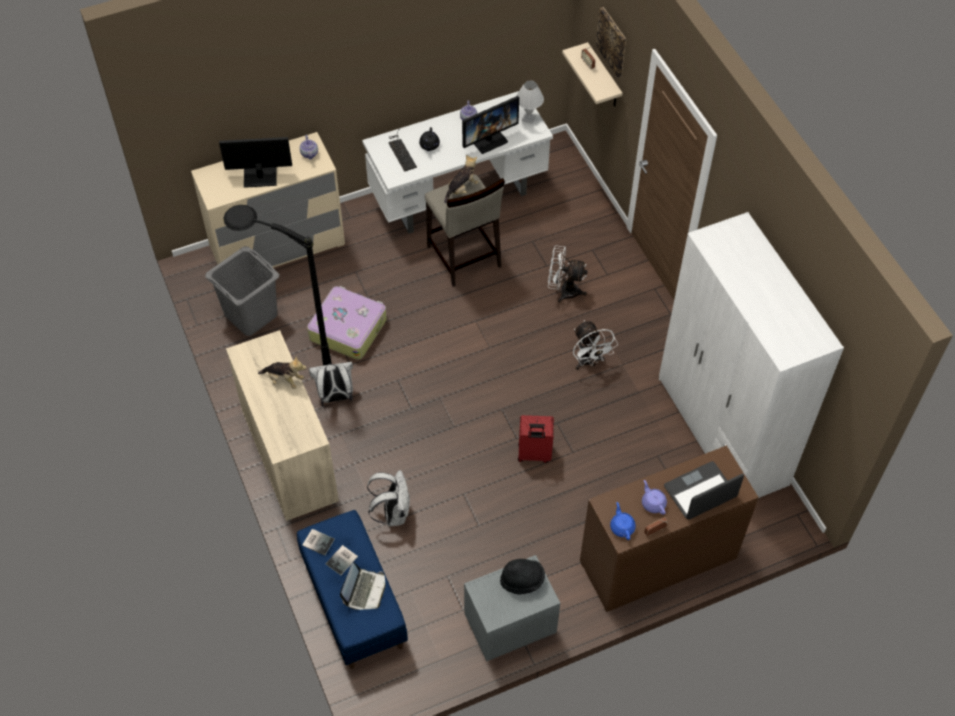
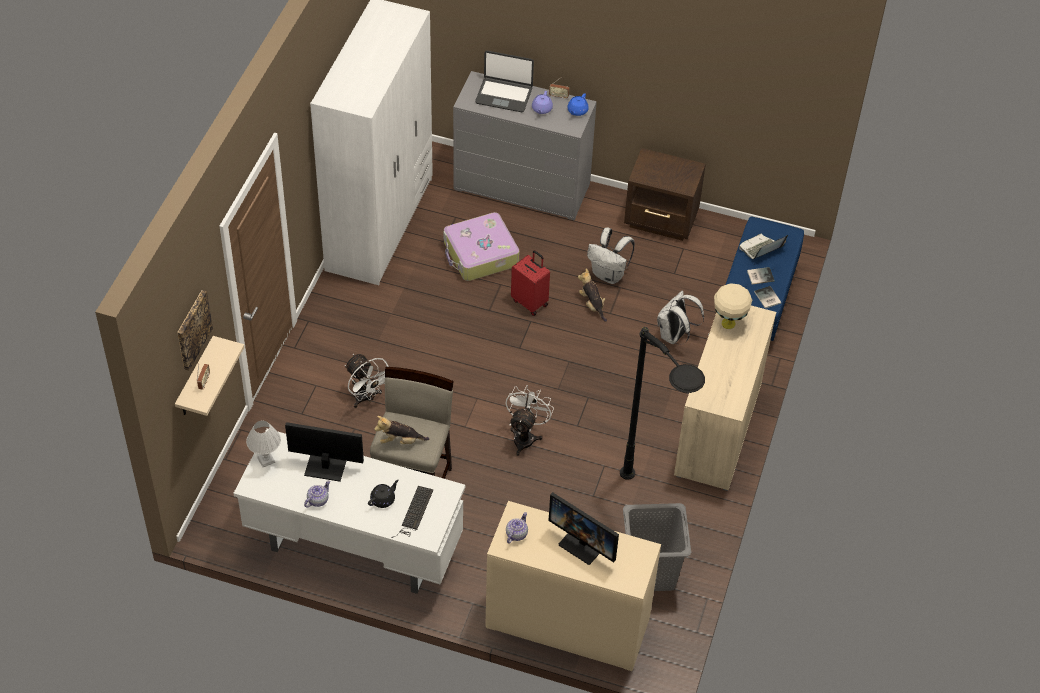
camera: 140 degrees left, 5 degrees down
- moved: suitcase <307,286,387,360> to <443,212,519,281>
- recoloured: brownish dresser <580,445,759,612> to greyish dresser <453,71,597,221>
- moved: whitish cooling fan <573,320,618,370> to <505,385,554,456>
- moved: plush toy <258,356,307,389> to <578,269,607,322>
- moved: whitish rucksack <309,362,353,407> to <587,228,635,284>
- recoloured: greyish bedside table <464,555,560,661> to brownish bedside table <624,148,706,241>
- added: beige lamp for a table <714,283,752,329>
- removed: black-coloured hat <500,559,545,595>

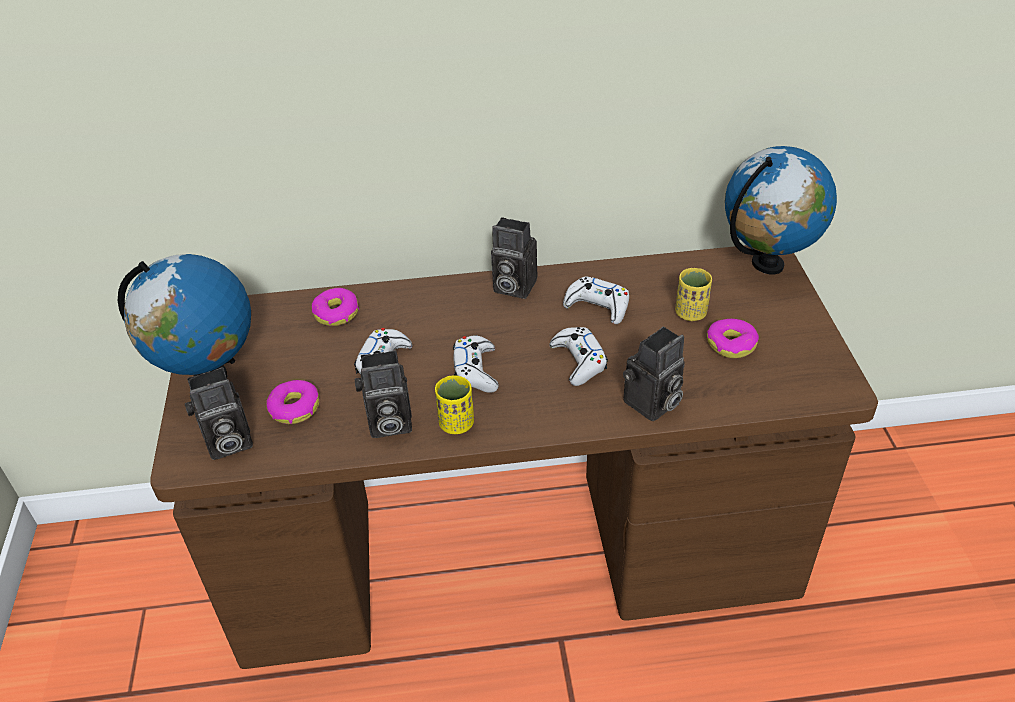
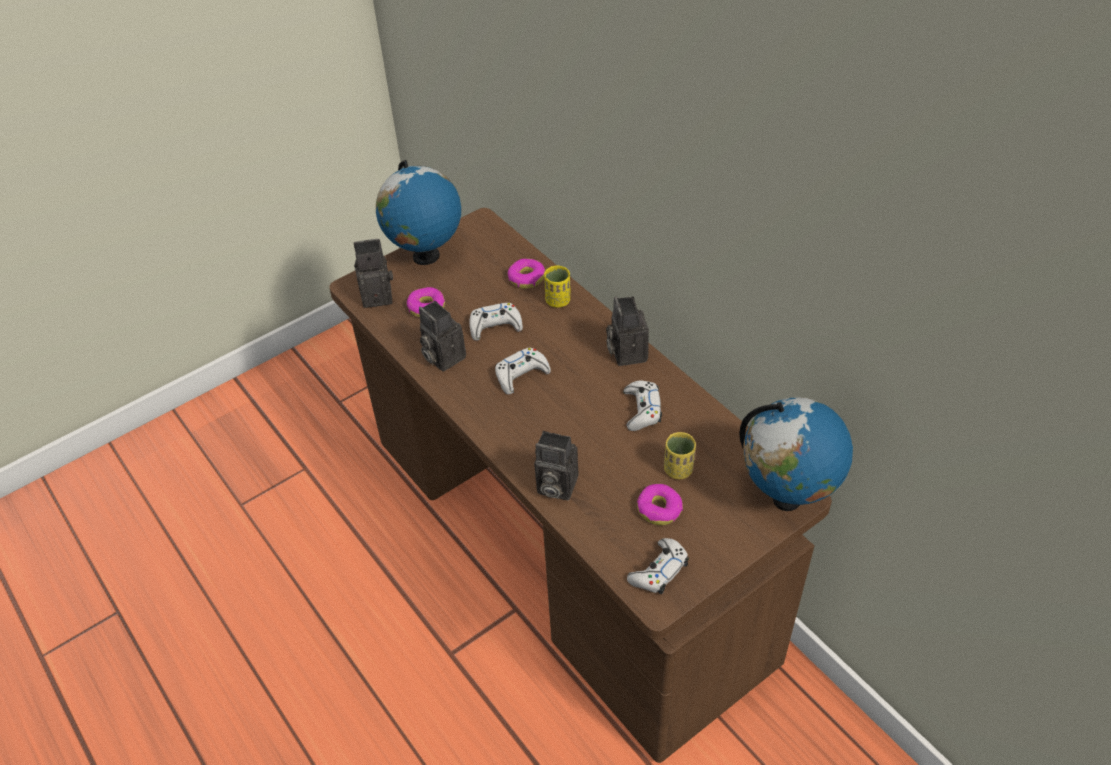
camera: 60 degrees right, 5 degrees up
- turned: still camera <185,367,253,460> = <354,239,393,308> 135 degrees clockwise
- moved: yellow-coloured drinking cup <435,376,474,434> to <544,266,570,308>
- moved: whitish gamepad <550,327,608,386> to <627,538,689,594>

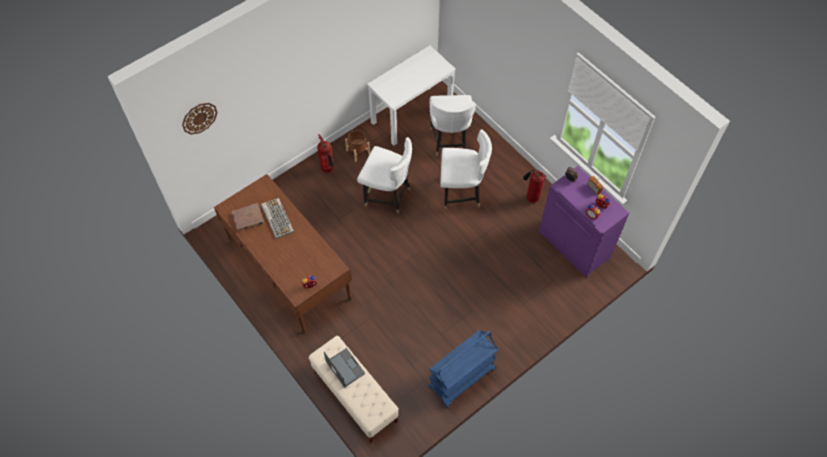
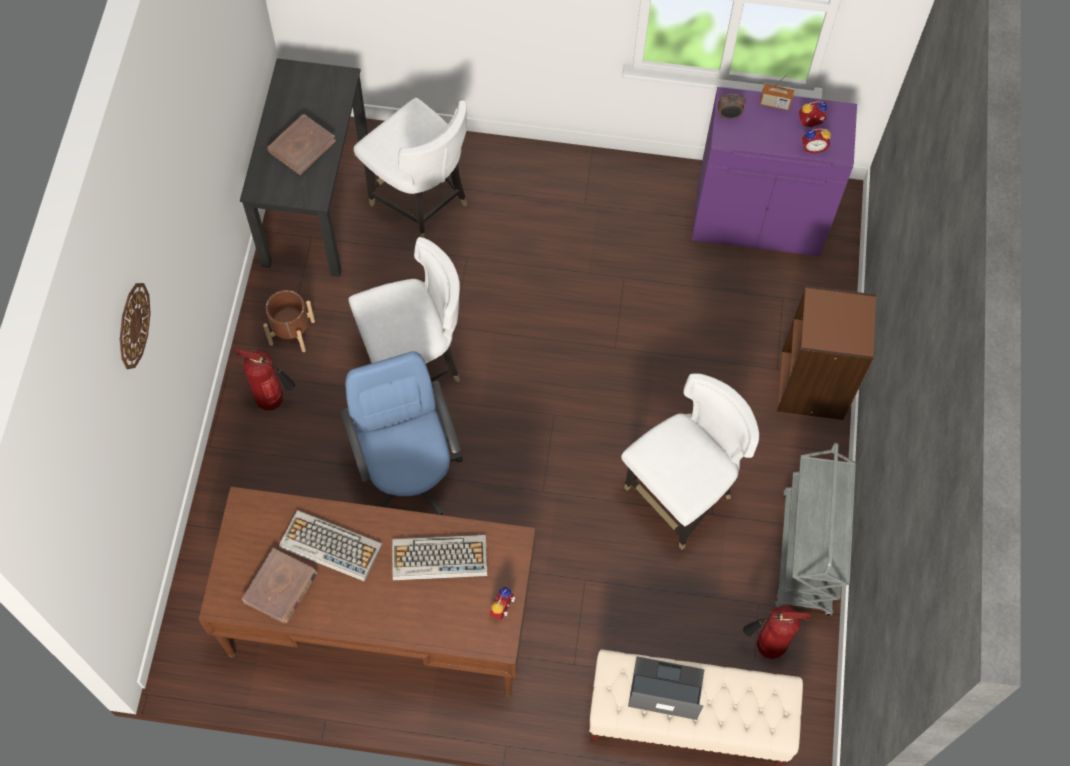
camera: 45 degrees left, 5 degrees up
- moved: hanging clock <182,103,218,135> to <120,283,151,369>
- recoloured: whitish desk unit <367,45,456,146> to black-coloured desk unit <240,58,368,277>
- added: brownish book <267,114,336,175>
- added: bluish desk chair <340,351,463,515>
- added: computer keyboard <392,535,487,580>
- moved: whitish upright chair <440,130,492,209> to <621,373,759,550>
- moved: fire-fighting cylinder <523,170,547,203> to <743,605,811,659>
- recoloured: bluish wheeled cart <428,330,498,408> to greyish wheeled cart <775,443,856,616>
- added: brownish bookcase <777,286,877,420>

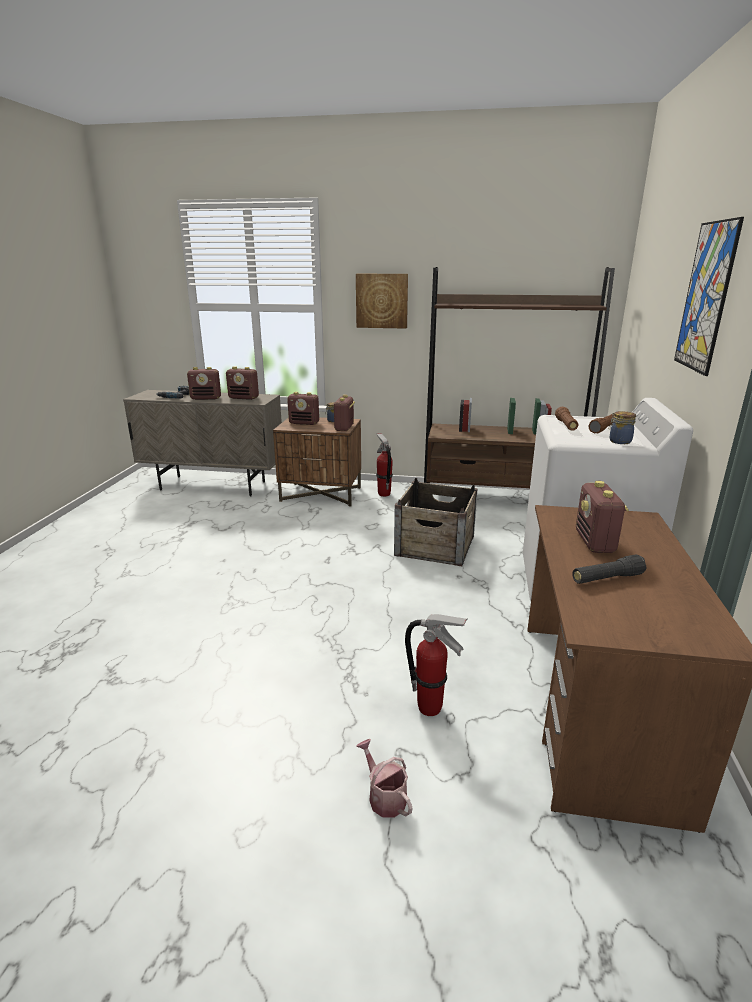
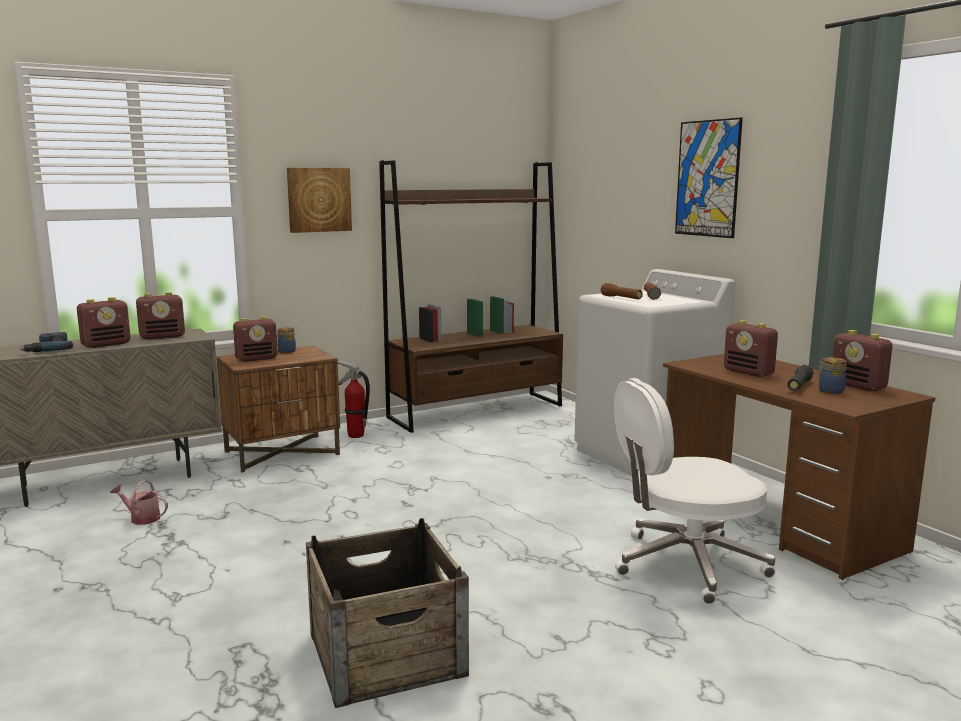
camera: 40 degrees left, 10 degrees down
- moved: watering can <356,739,412,818> to <110,480,168,525>
- moved: packing crate <394,478,478,566> to <306,518,469,708>
- replaced: fire-fighting cylinder <405,614,468,716> to whitish desk chair <614,378,775,604>
- moved: jar <609,411,636,444> to <817,357,847,394>
- moved: radio receiver <334,395,355,431> to <833,330,892,391>

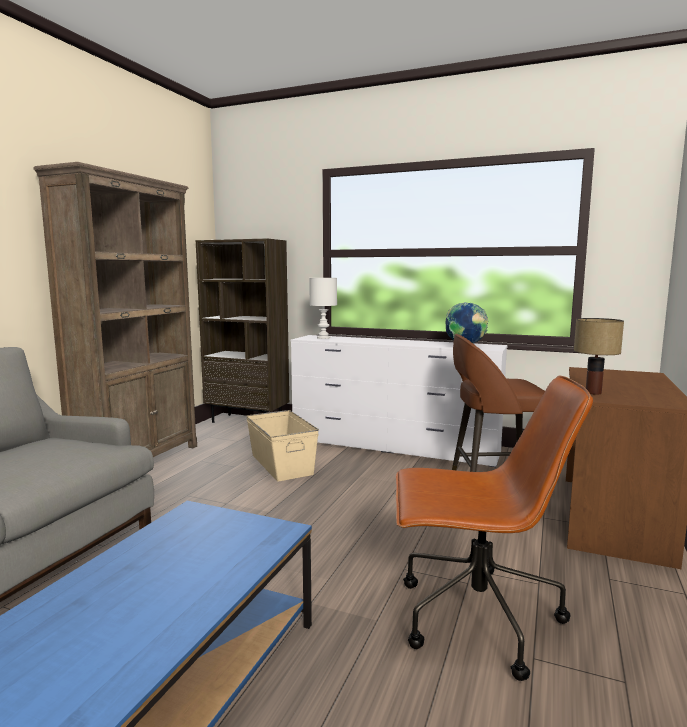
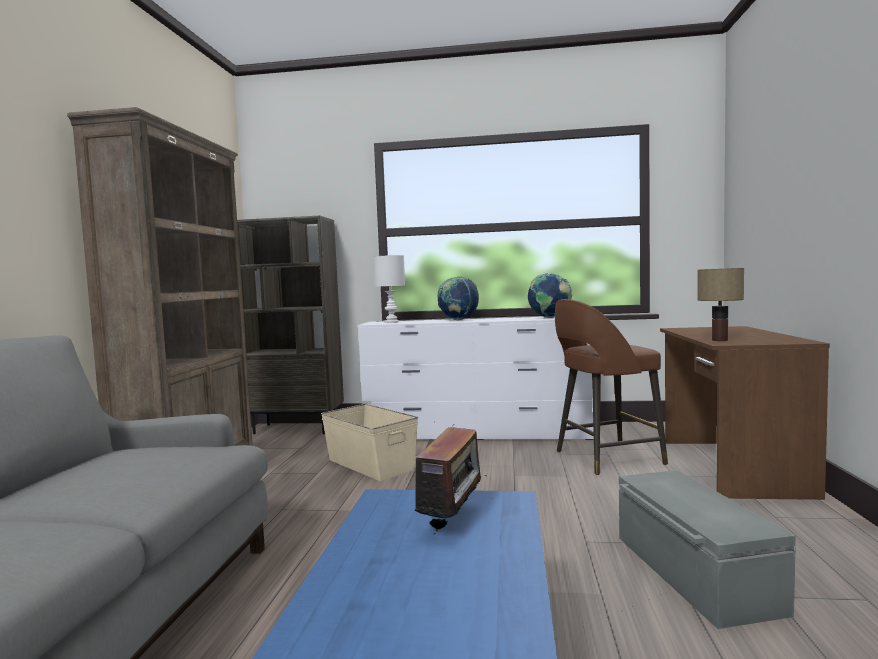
camera: 15 degrees left, 5 degrees down
- added: radio receiver <406,424,486,535>
- added: desk globe <437,276,479,320>
- replaced: brownish desk chair <396,376,593,681> to greyish storage container <619,470,796,629>

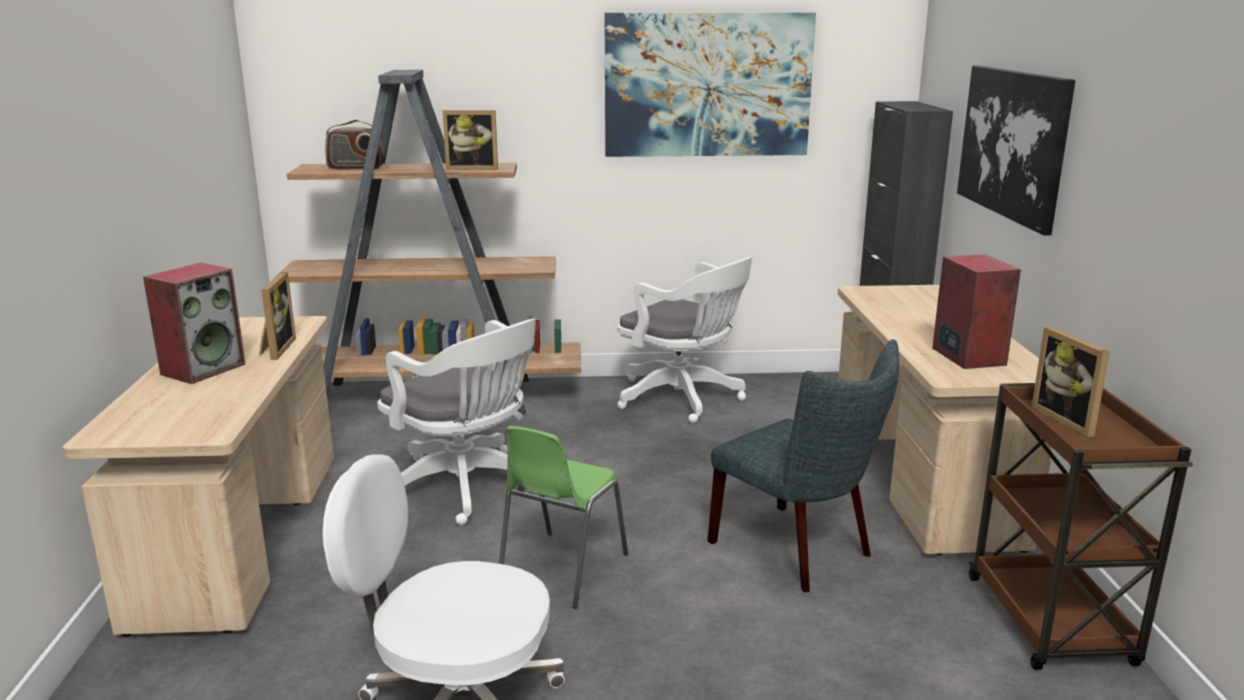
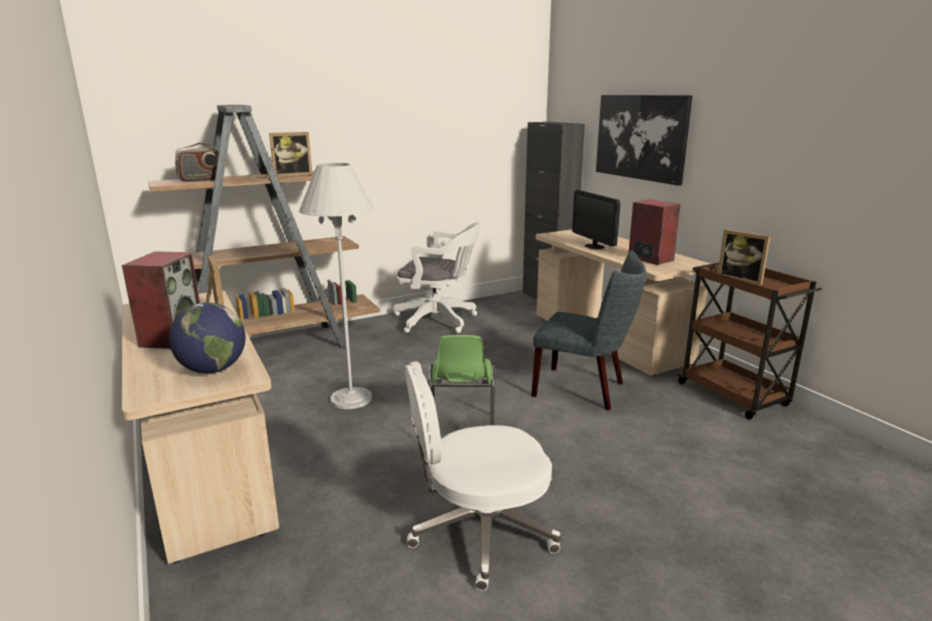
camera: 25 degrees left, 0 degrees up
- added: desk globe <169,302,246,373>
- replaced: whitish desk chair <377,319,536,525> to whitish standard lamp <299,163,374,409>
- added: monitor <572,190,621,249>
- removed: wall picture <604,13,816,157>

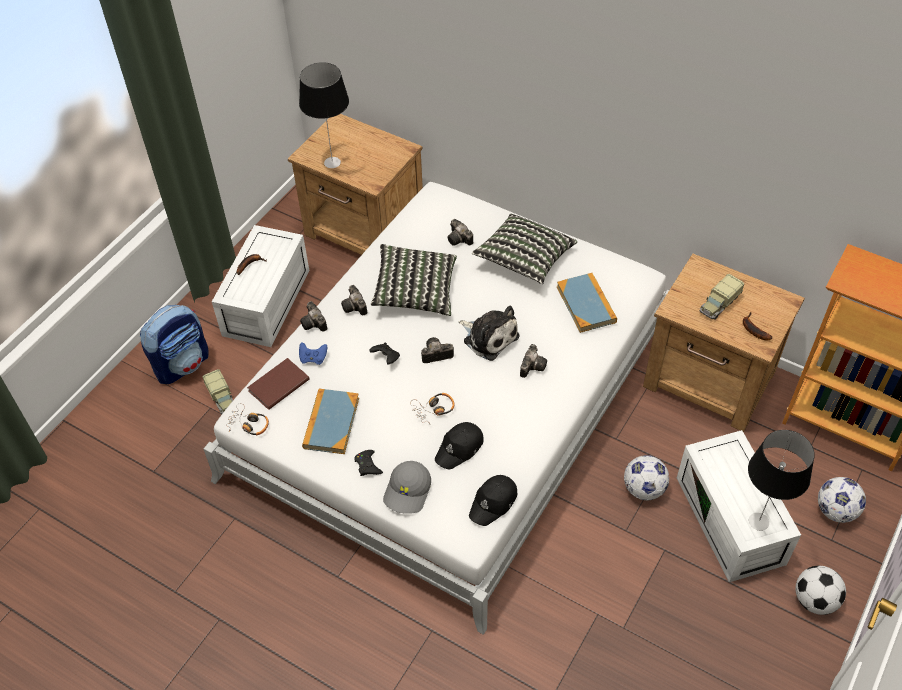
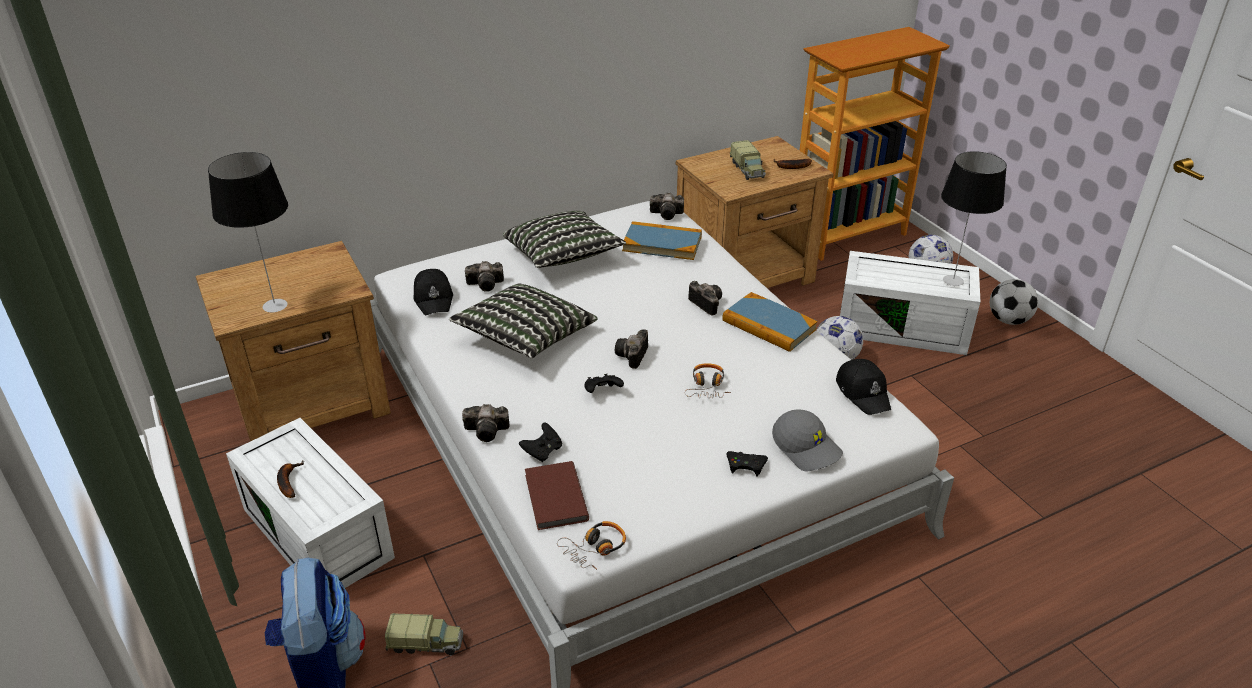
camera: 60 degrees left, 15 degrees down
- moved: black-coloured peaked cap <435,422,483,470> to <414,269,453,315>
- recoloured: bluish gamepad <299,342,327,365> to black-coloured gamepad <519,423,562,462>
- moved: still camera <341,285,367,315> to <650,193,684,220>
- moved: book <302,389,359,454> to <722,292,818,352>
- removed: plush toy <459,305,519,361>

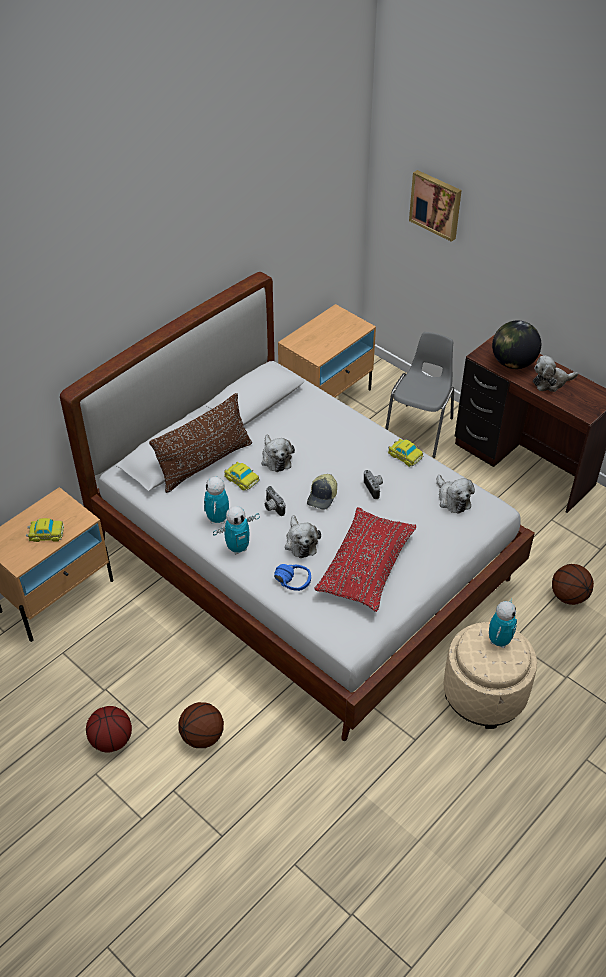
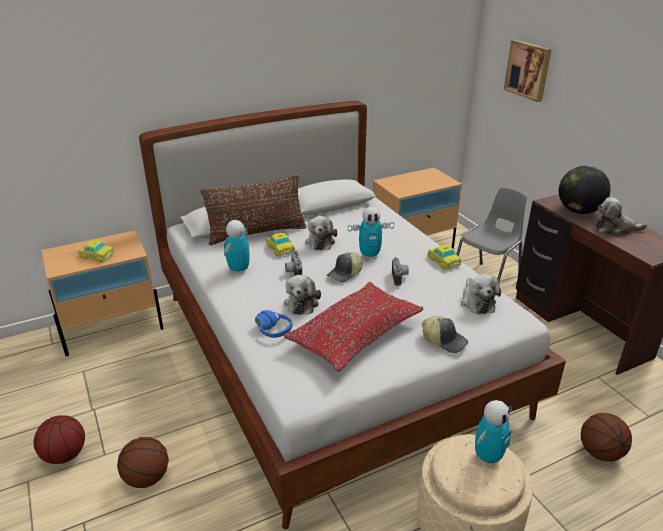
camera: 20 degrees right, 15 degrees down
- moved: robot figure <213,506,260,555> to <348,207,394,259>
- added: peaked cap <422,316,468,353>

